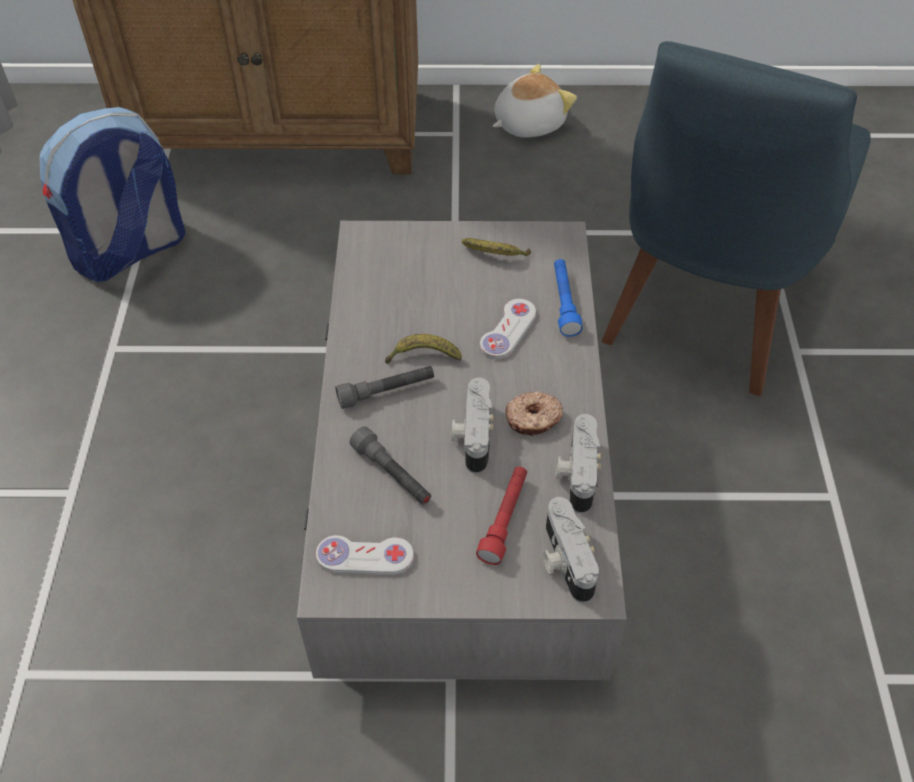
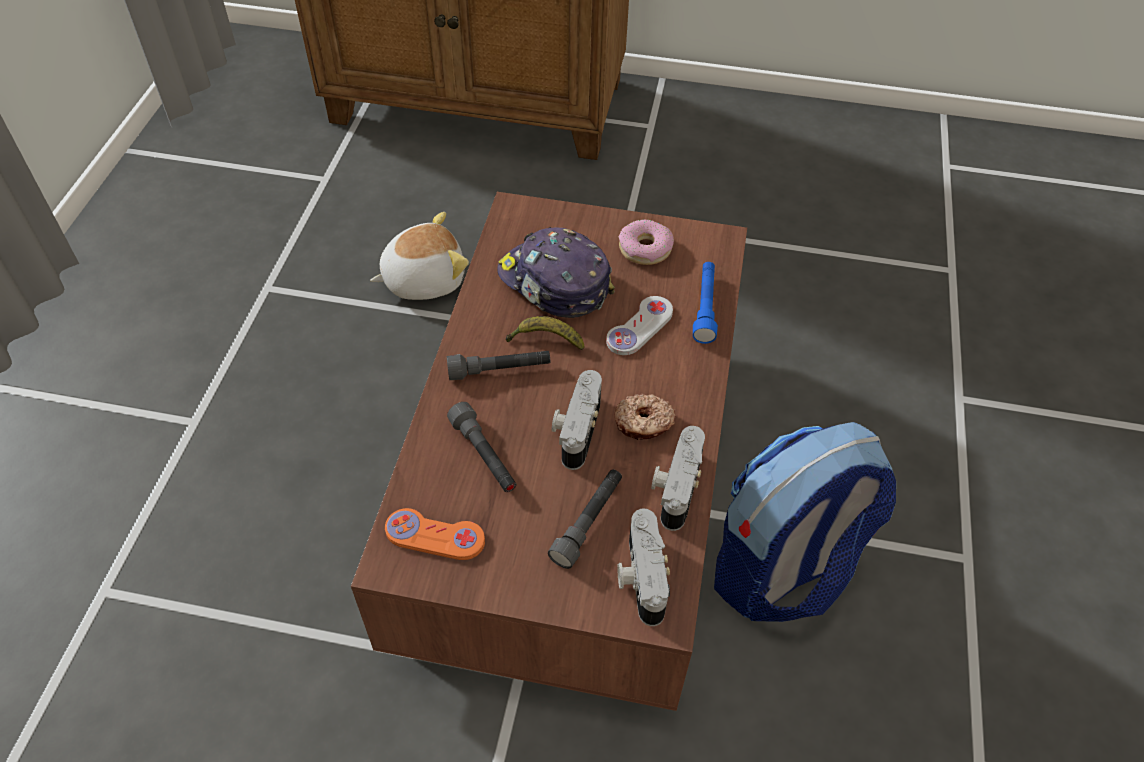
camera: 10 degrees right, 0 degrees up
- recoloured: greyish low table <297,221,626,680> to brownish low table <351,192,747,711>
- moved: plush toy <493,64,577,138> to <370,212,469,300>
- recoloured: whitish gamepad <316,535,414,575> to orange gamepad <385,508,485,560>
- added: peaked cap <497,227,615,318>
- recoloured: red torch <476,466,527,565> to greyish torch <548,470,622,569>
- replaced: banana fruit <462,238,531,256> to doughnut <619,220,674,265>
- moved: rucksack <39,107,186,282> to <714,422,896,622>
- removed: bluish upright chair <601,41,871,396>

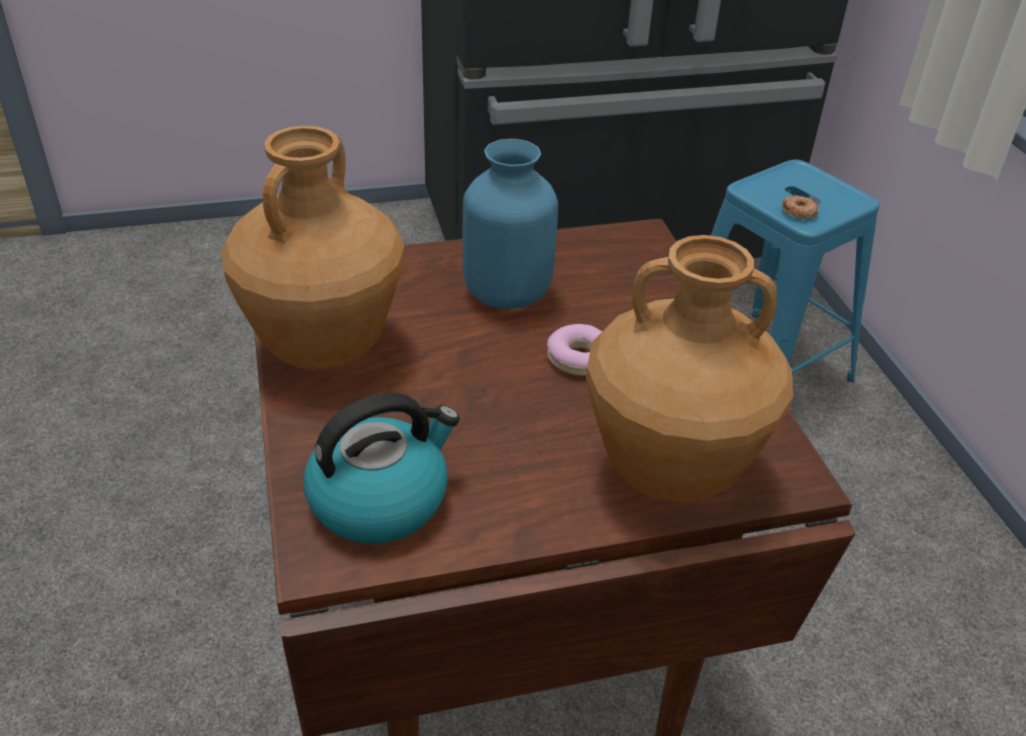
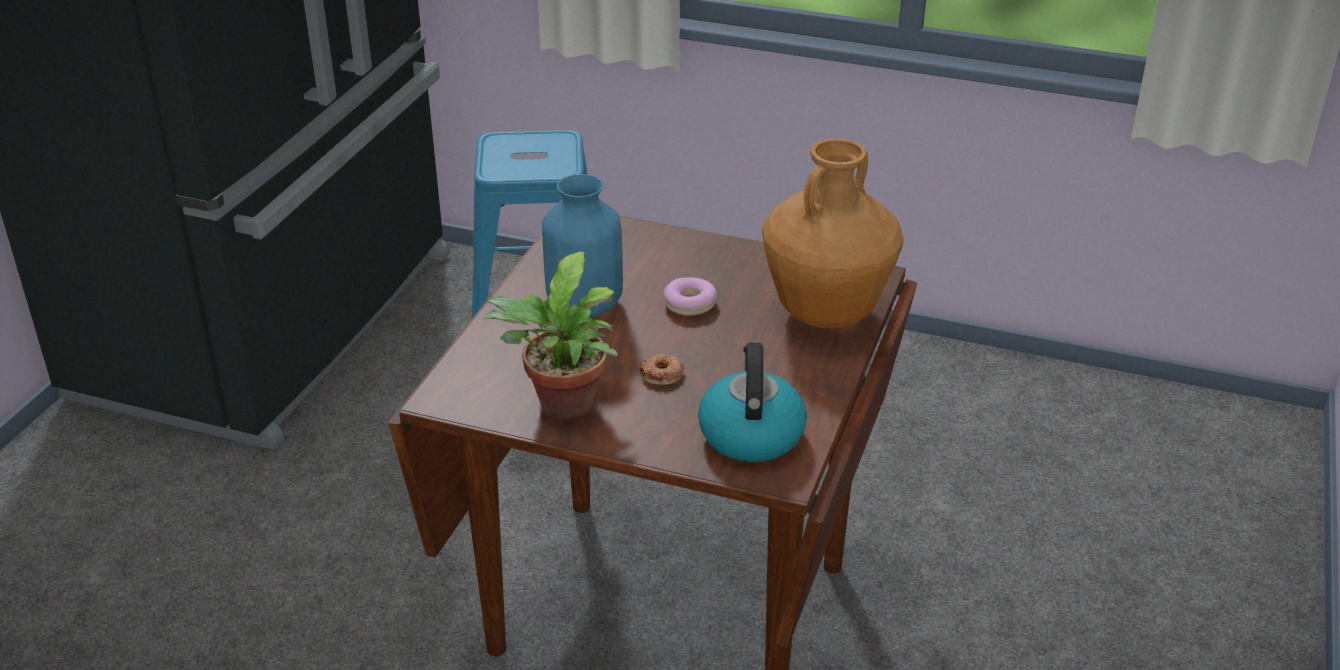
camera: 55 degrees left, 5 degrees down
- replaced: brownish vase <221,126,405,370> to potted plant <482,252,618,419>
- moved: doughnut <782,195,819,219> to <640,354,684,385>

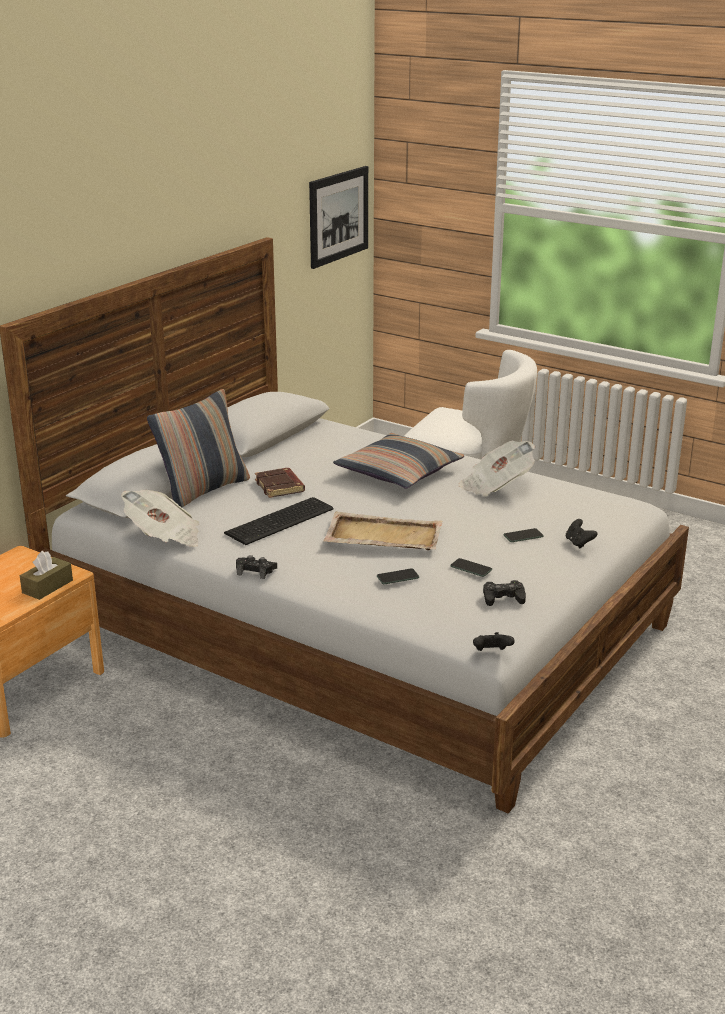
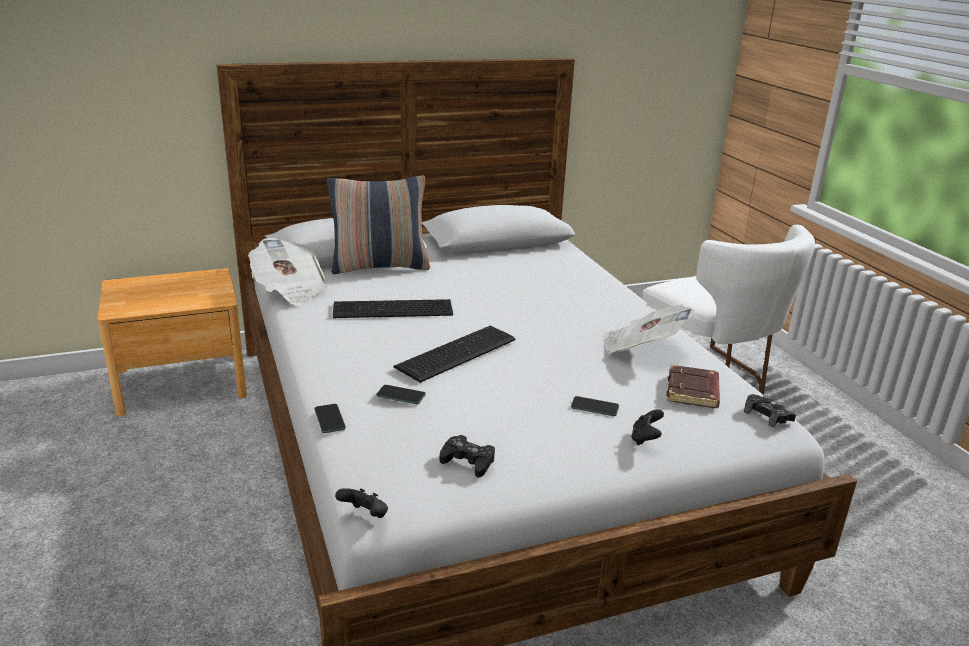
camera: 35 degrees right, 0 degrees up
- moved: telephone <450,558,492,577> to <314,404,346,433>
- replaced: beige tray <323,512,443,550> to computer keyboard <393,326,515,383>
- moved: brownish book <255,468,305,498> to <667,365,720,408>
- moved: black-coloured gamepad <236,555,277,579> to <744,394,796,428>
- removed: brownish tissue box <20,551,73,600>
- removed: wall picture <309,166,368,269>
- removed: pillow <333,433,464,489>

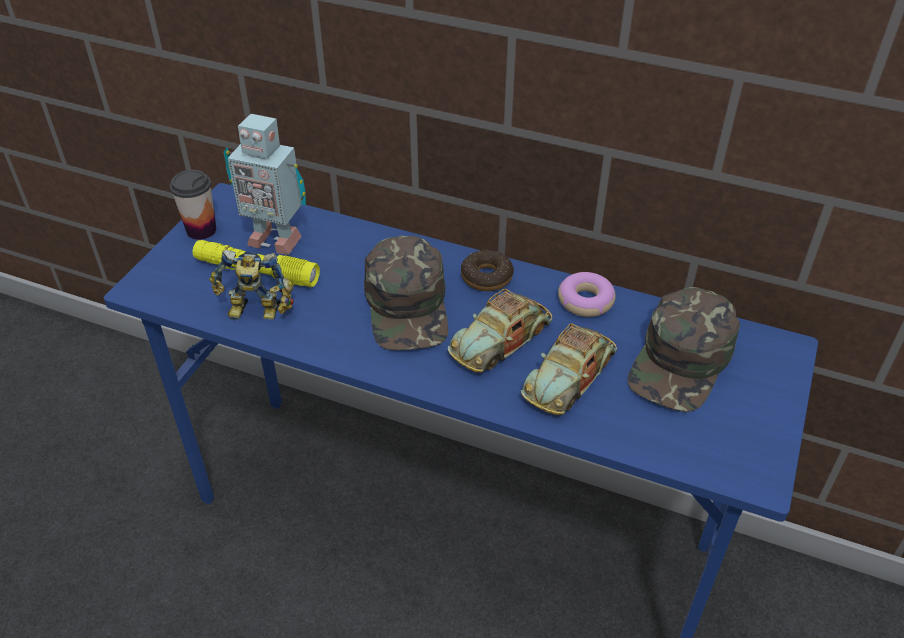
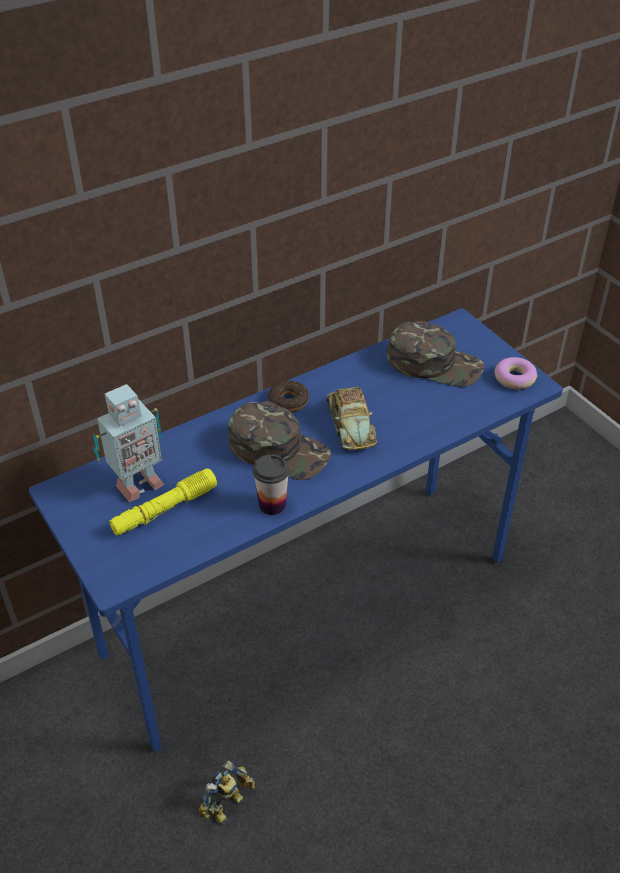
camera: 55 degrees left, 0 degrees up
- moved: robot figure <209,249,294,320> to <199,760,255,824>
- moved: drinking cup <170,170,216,240> to <253,454,290,515>
- turned: green-coloured peaked cap <627,287,740,412> = <387,321,484,387> 45 degrees counterclockwise
- moved: doughnut <558,272,616,317> to <495,357,538,390>
- removed: toy car <521,323,617,415>

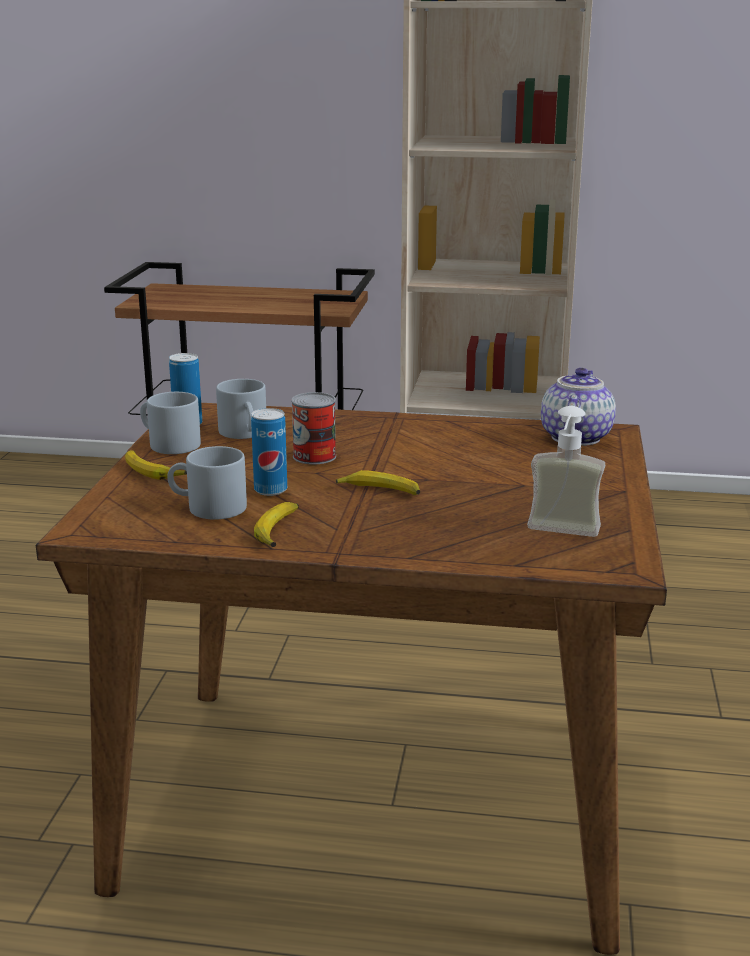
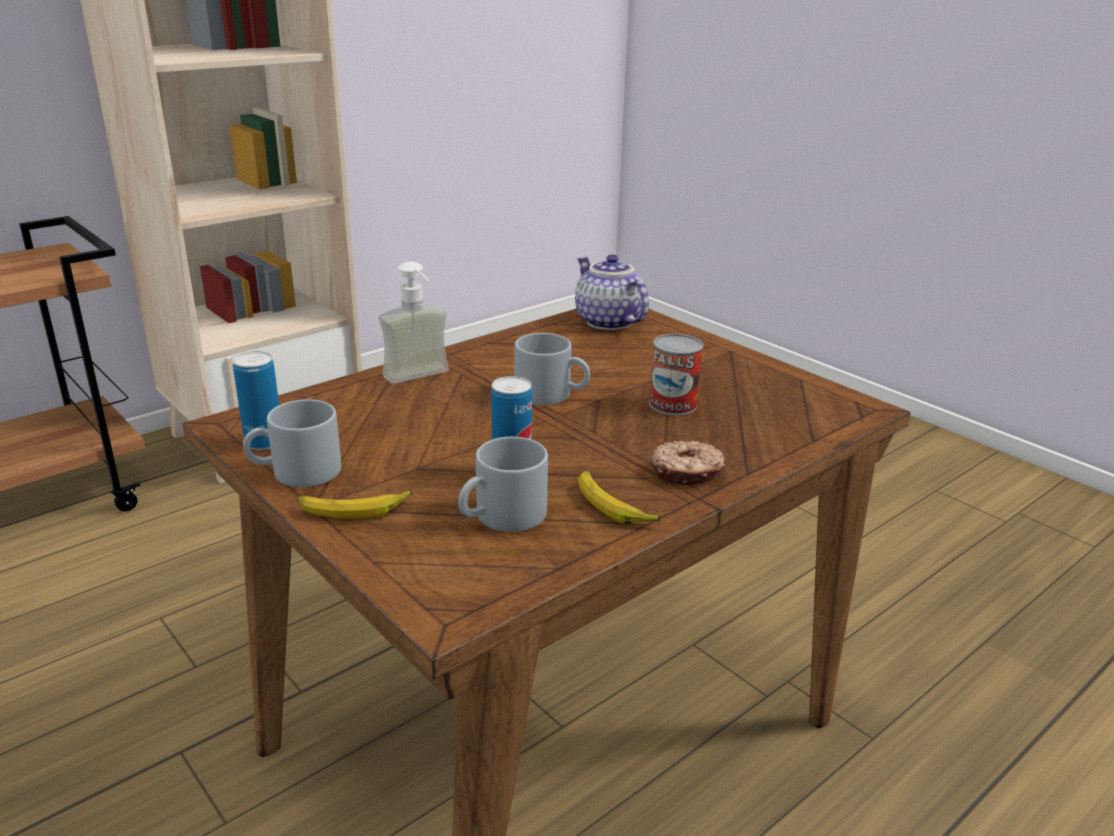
camera: 50 degrees left, 5 degrees up
- moved: soap dispenser <527,406,605,537> to <379,262,449,384>
- moved: greyish mug <216,379,266,439> to <515,333,590,405>
- moved: metal can <291,392,336,464> to <649,334,703,415>
- added: doughnut <651,441,725,485>
- removed: banana fruit <336,470,420,495>

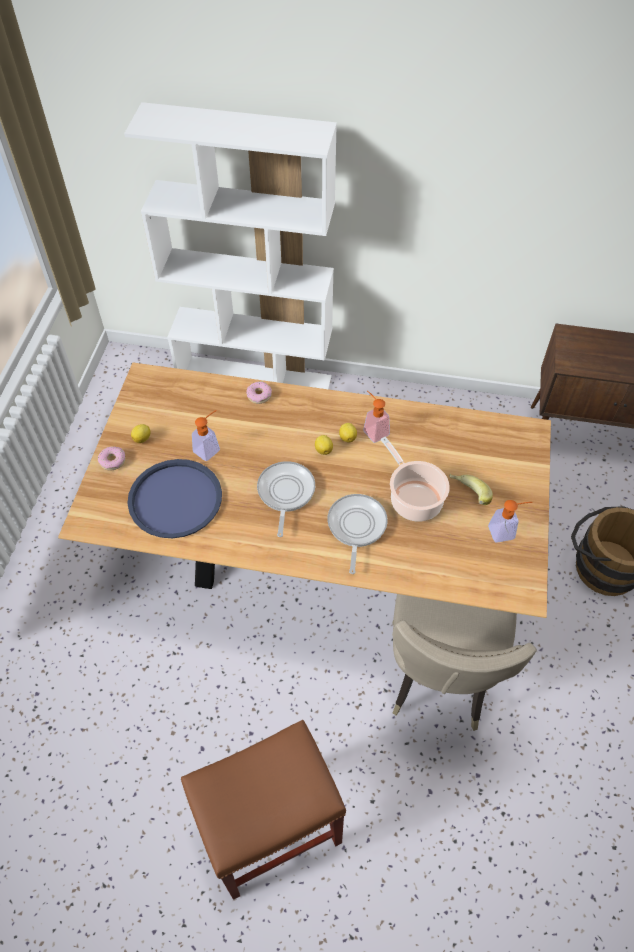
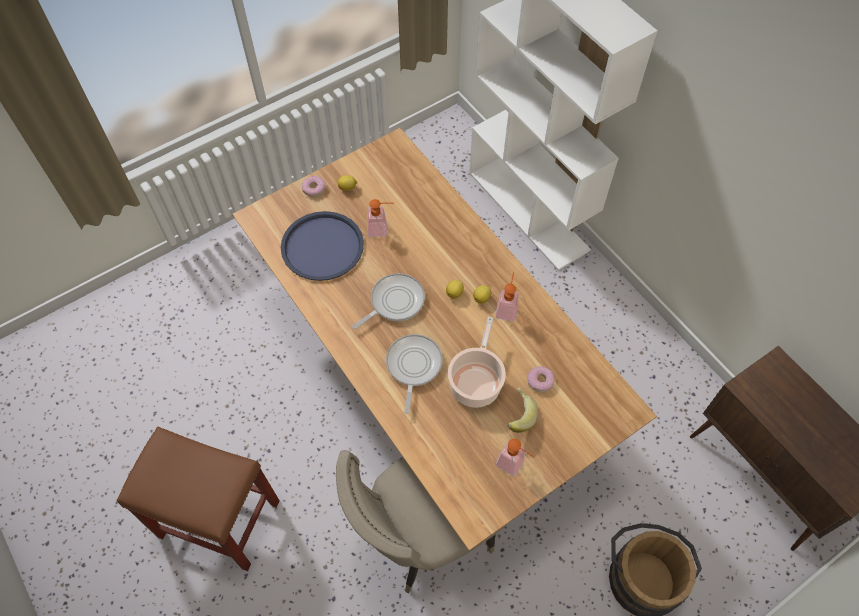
camera: 45 degrees right, 5 degrees up
- turned: pan <327,494,388,574> = <386,334,442,414> 45 degrees counterclockwise
- moved: doughnut <246,381,272,404> to <528,366,555,392>

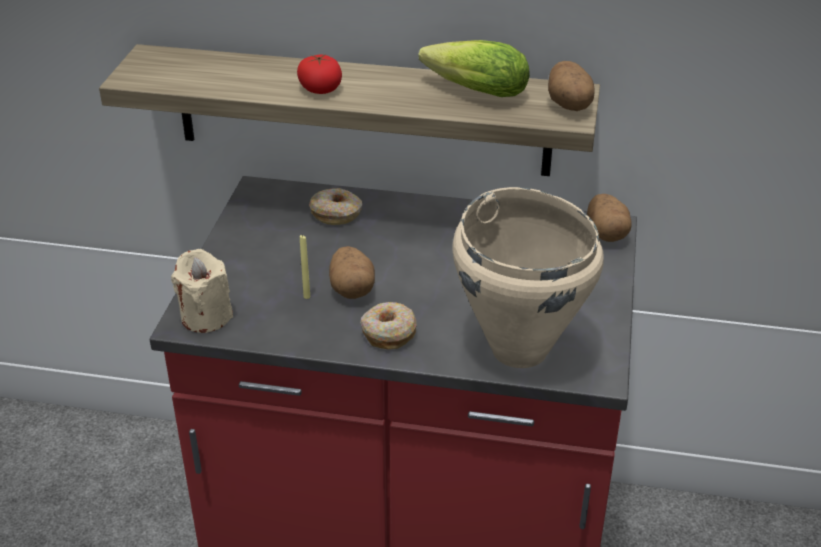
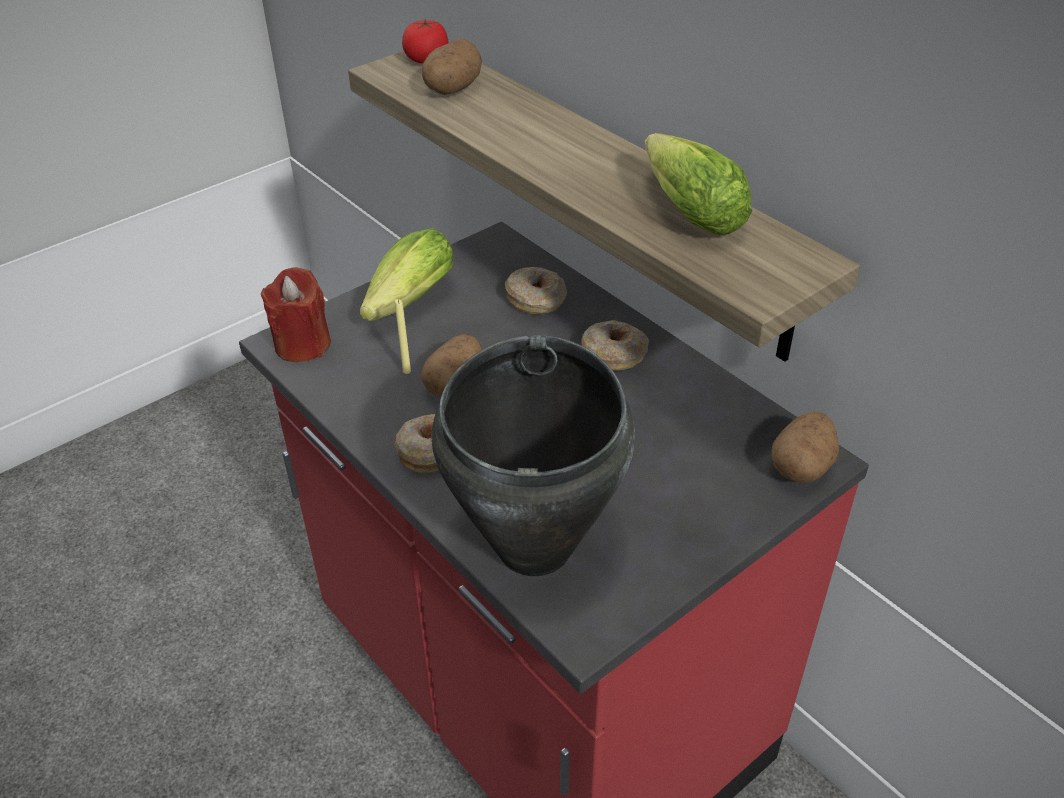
camera: 40 degrees right, 5 degrees up
- recoloured: beige wax light <171,249,233,333> to red wax light <261,267,331,362>
- added: lettuce head <360,228,454,321>
- moved: tomato <297,54,342,94> to <402,19,449,64>
- moved: potato <548,61,595,111> to <422,39,482,95>
- recoloured: beige stockpot <452,187,604,368> to black-coloured stockpot <431,335,635,576>
- added: doughnut <581,320,649,371>

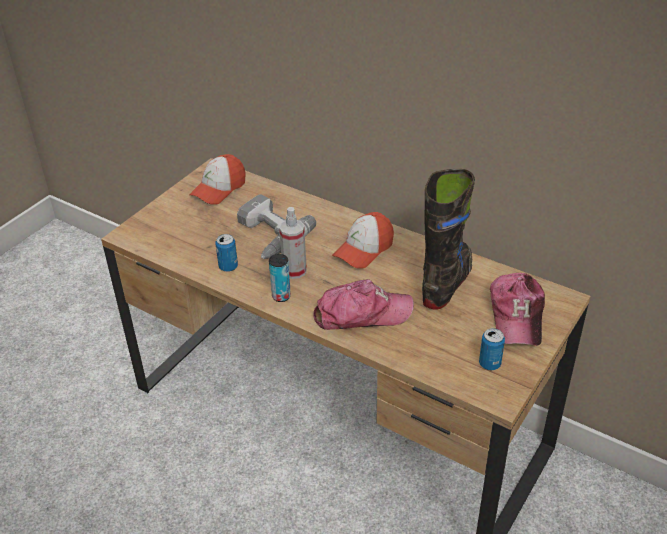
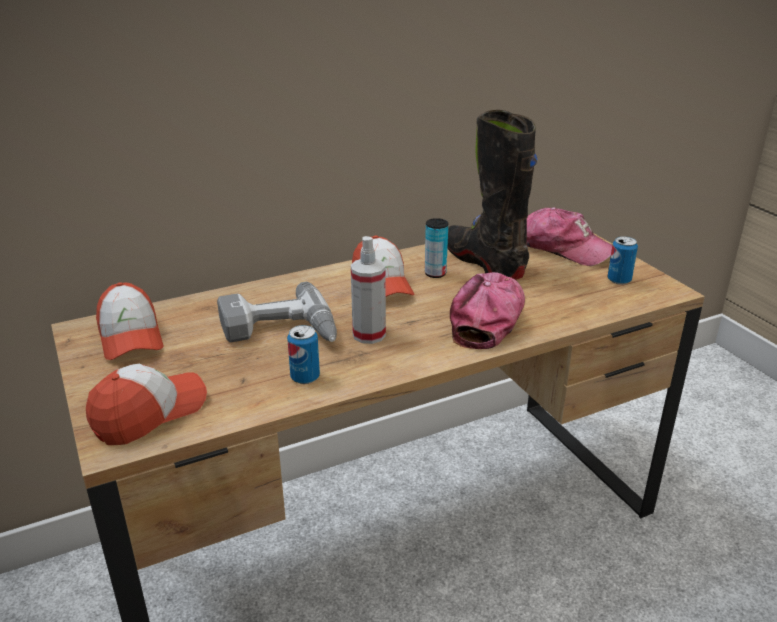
camera: 60 degrees left, 10 degrees down
- added: peaked cap <86,364,207,445>
- moved: metal can <269,254,291,302> to <425,218,448,278>

